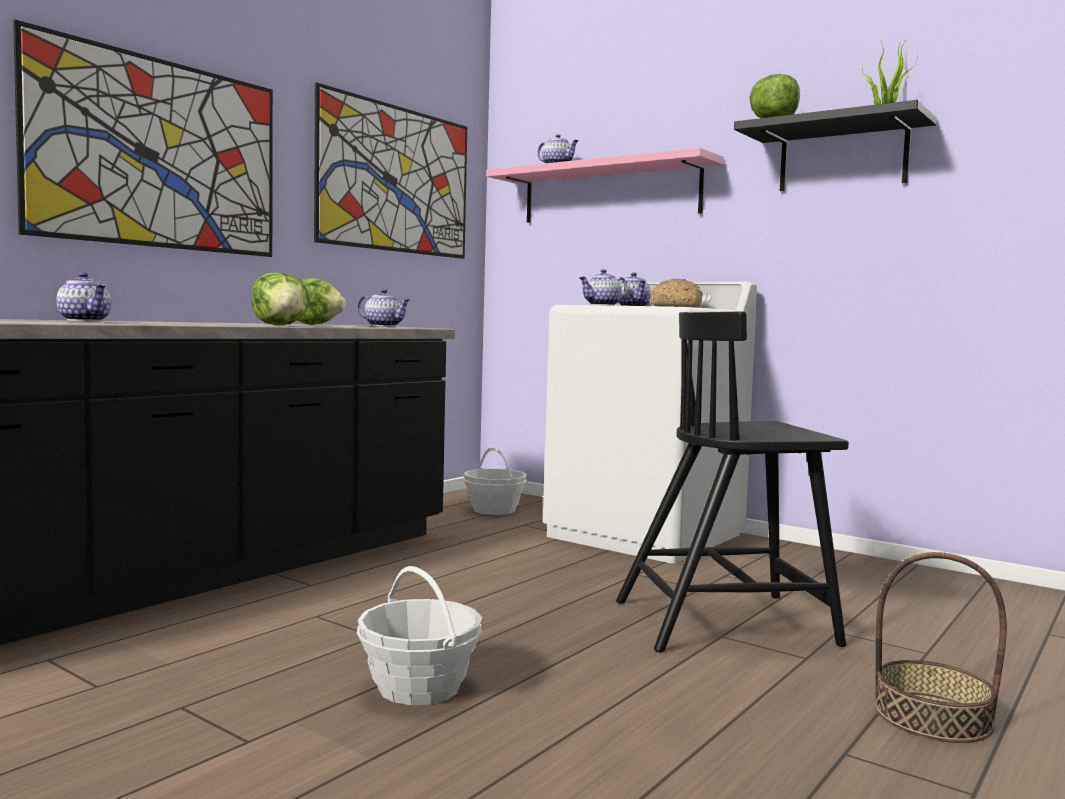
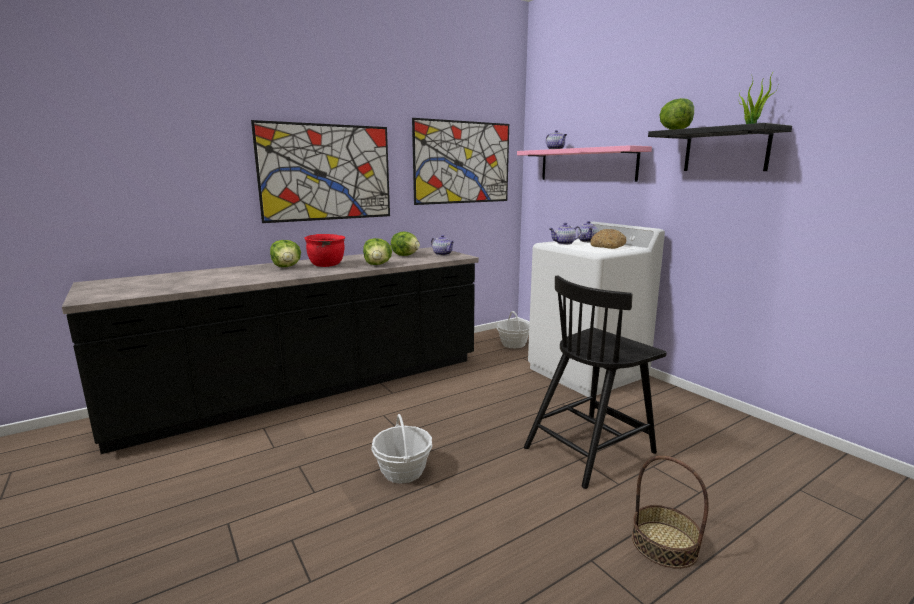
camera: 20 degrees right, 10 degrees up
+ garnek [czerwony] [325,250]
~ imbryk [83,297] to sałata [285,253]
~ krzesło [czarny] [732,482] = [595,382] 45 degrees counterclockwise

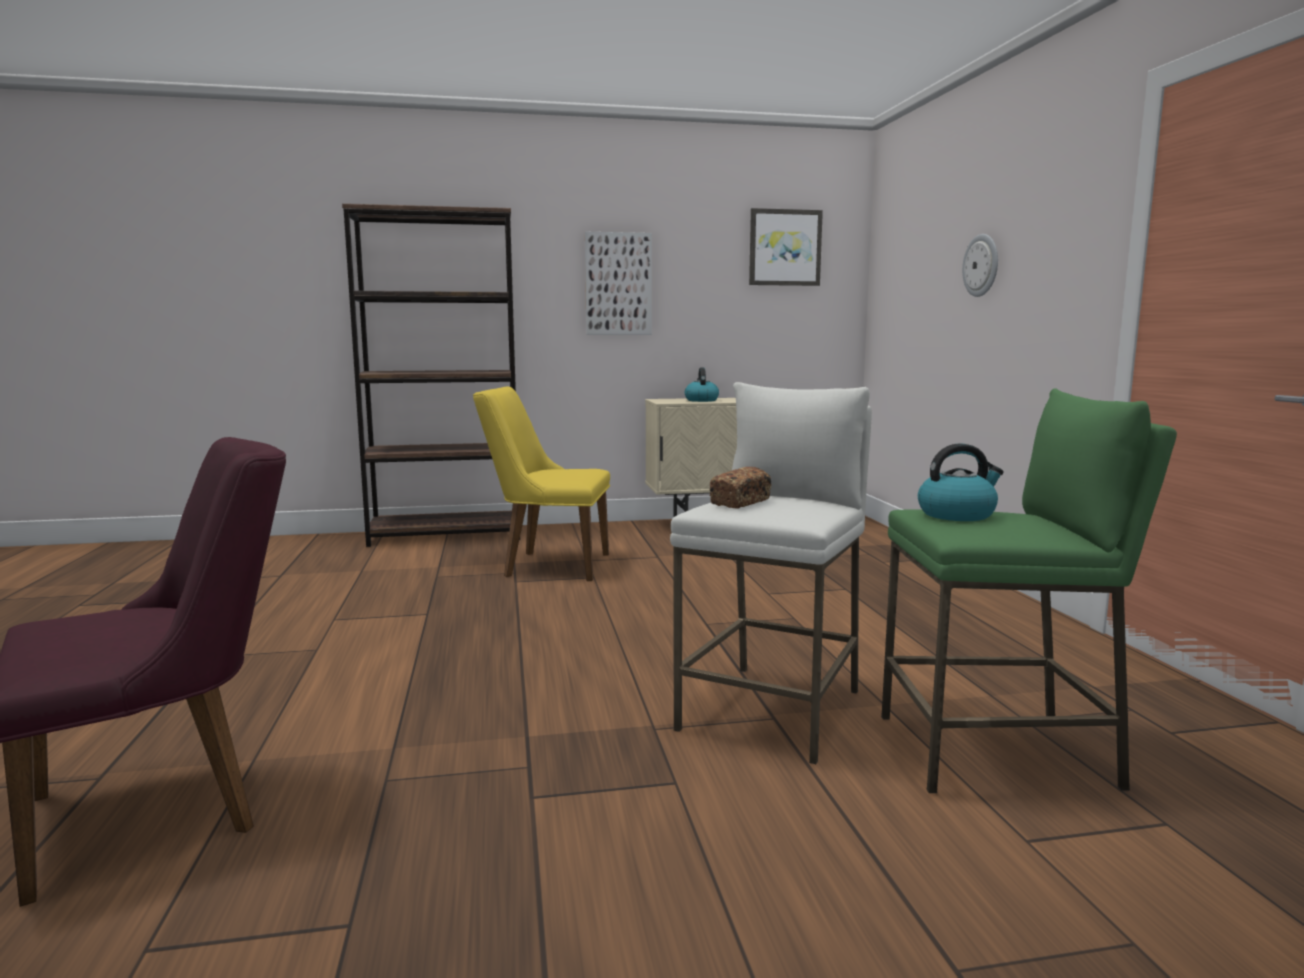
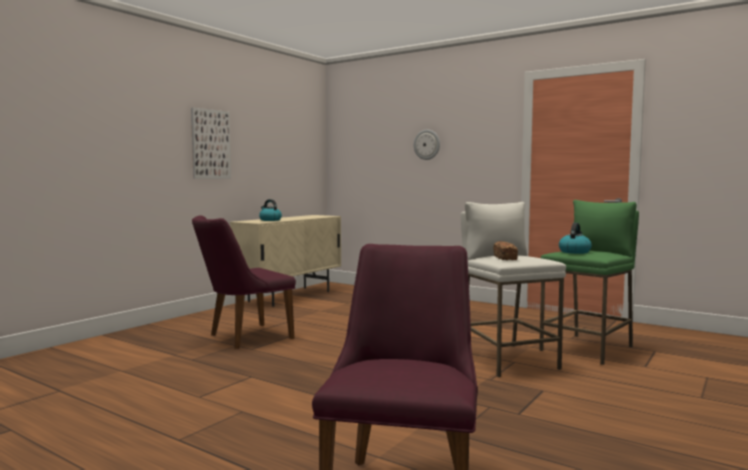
camera: 45 degrees left, 5 degrees down
- regał [brązowy] [431,375]
- obraz [786,247]
~ krzesło [żółty] [541,484] to krzesło [fioletowy] [244,282]

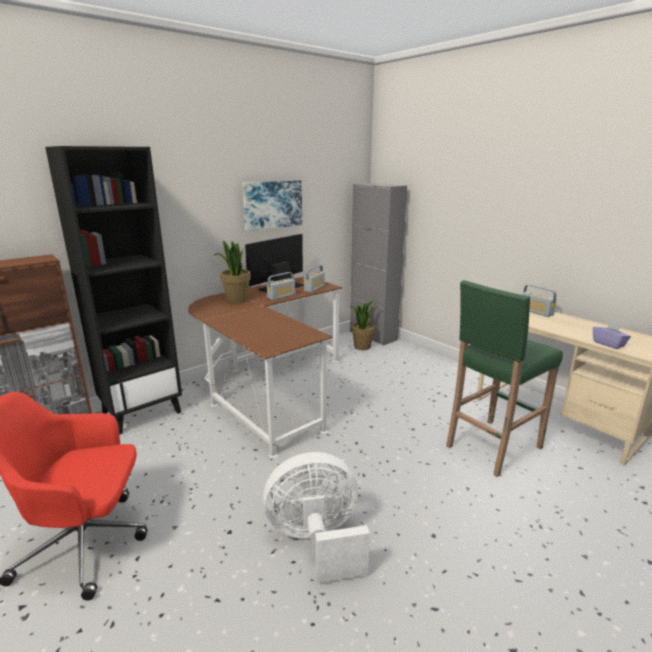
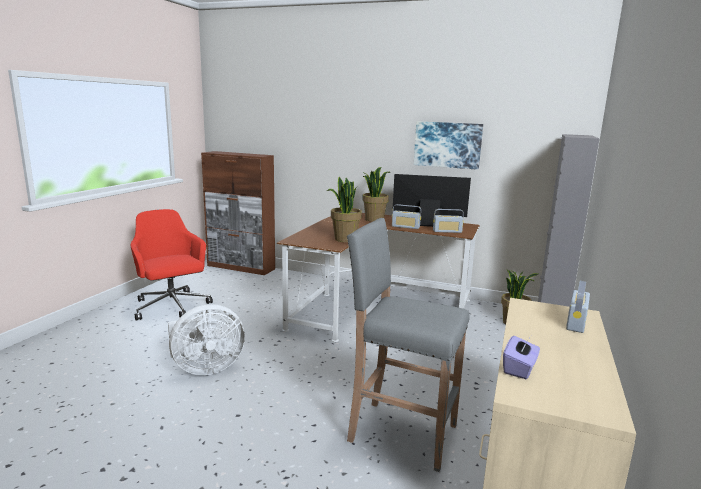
camera: 60 degrees right, 5 degrees down
- regał [czarny] [113,290]
+ roślina doniczkowa [344,209]
~ stołek [zielony] [504,378] to stołek [szary] [408,345]
~ wentylator [biały] [316,517] = [206,339] 105 degrees clockwise

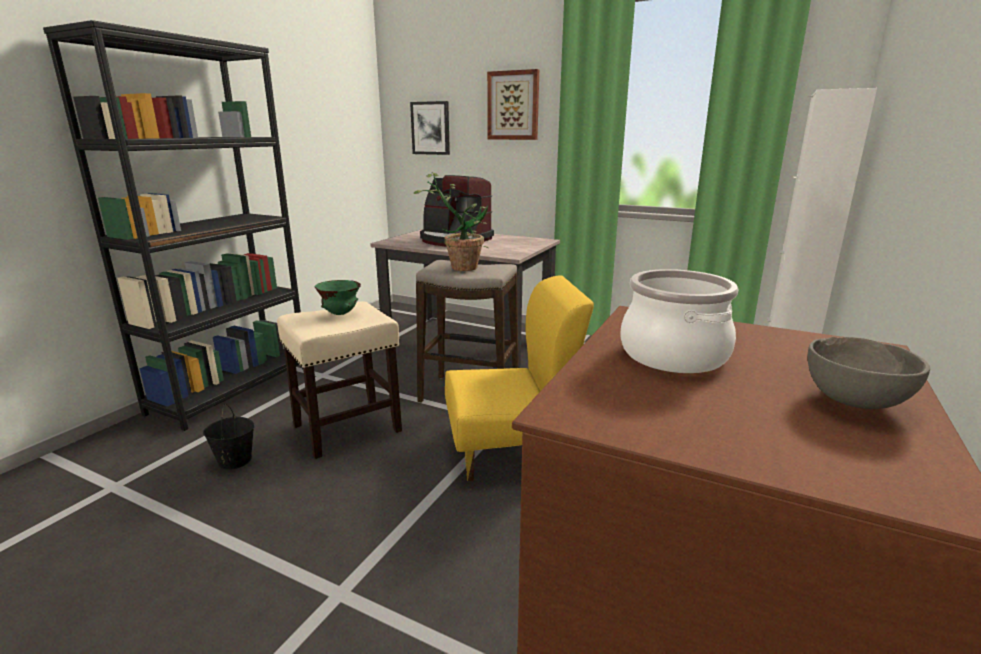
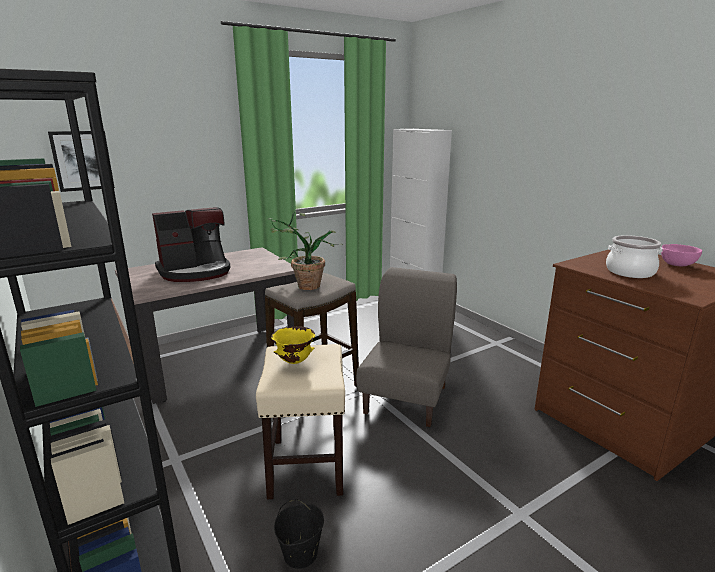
camera: 60 degrees left, 0 degrees up
- obraz [513,104]
~ miska [zielony] [338,297] to miska [żółty] [293,345]
~ krzesło [żółty] [519,378] to krzesło [szary] [406,347]
~ miska [szary] [869,373] to miska [różowy] [681,255]

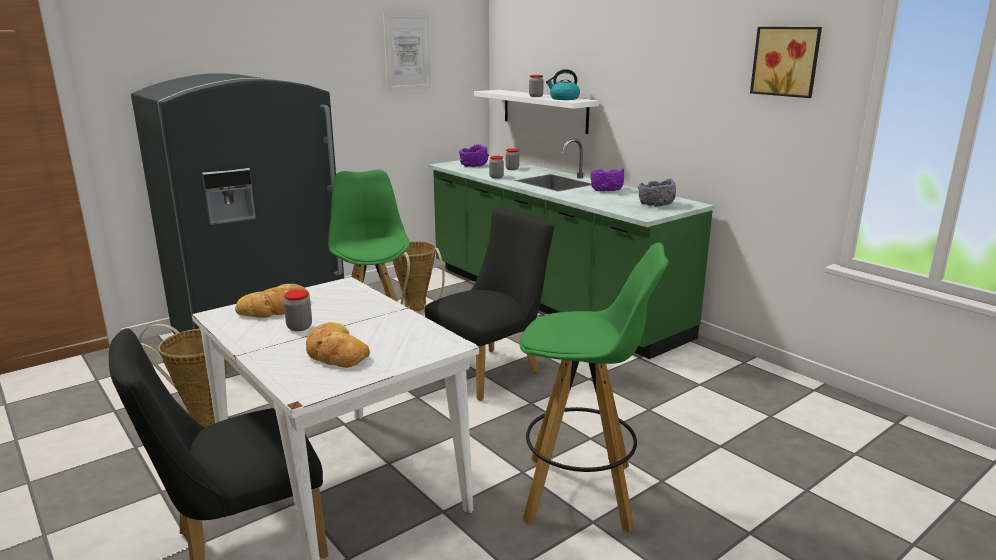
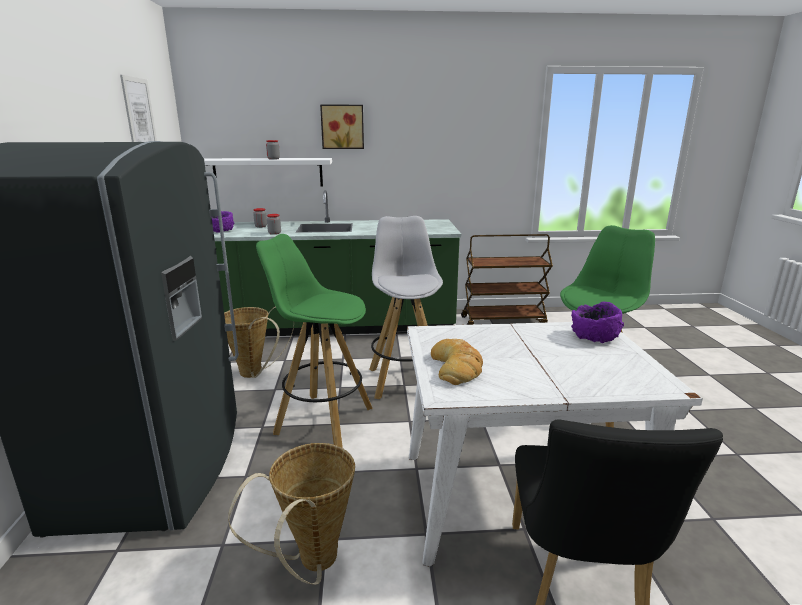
camera: 55 degrees left, 0 degrees up
- słoik [298,310]
- chleb [338,345]
- czajnik [563,84]
- miska [szary] [657,193]
+ wózek [brązowy] [507,279]
~ miska [fioletowy] [607,179] to [597,322]
~ obraz [786,62] to [342,127]
~ krzesło [czarny] [489,304] to stołek [biały] [406,307]

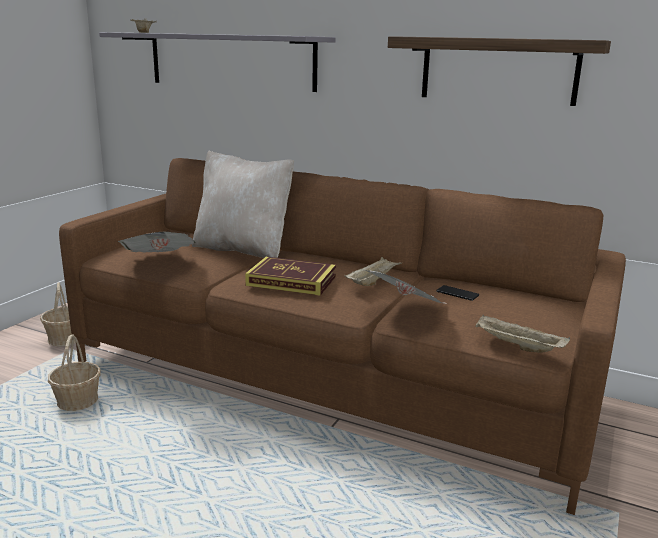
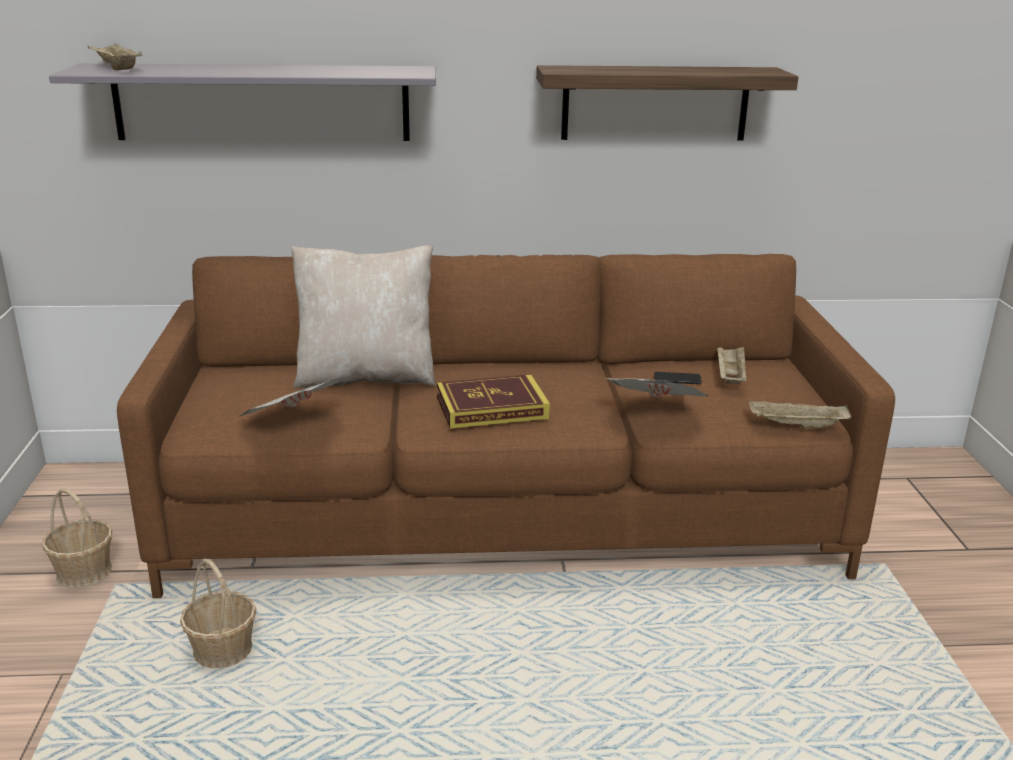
camera: 30 degrees left, 5 degrees up
~ taca [beżowy] [373,271] to [731,365]

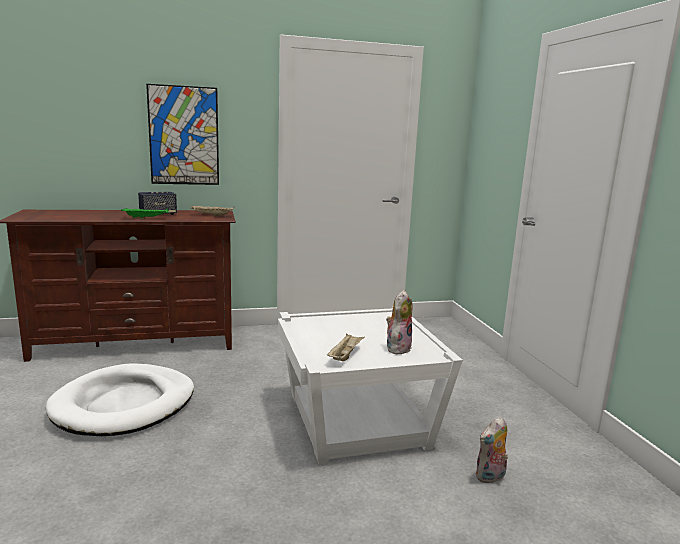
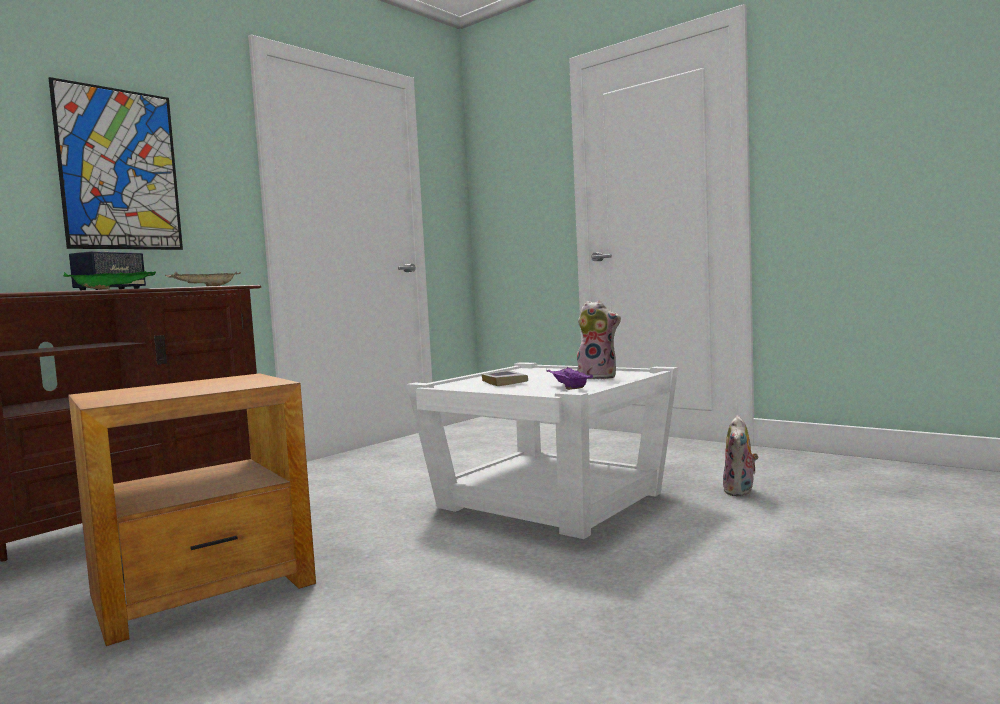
camera: 35 degrees left, 10 degrees down
+ książka [505,378]
~ legowisko [biały] [120,399] to stolik [brązowy] [192,509]
~ taca [beżowy] [345,347] to taca [fioletowy] [569,378]
~ pluszak [399,322] = [599,340] 120 degrees clockwise

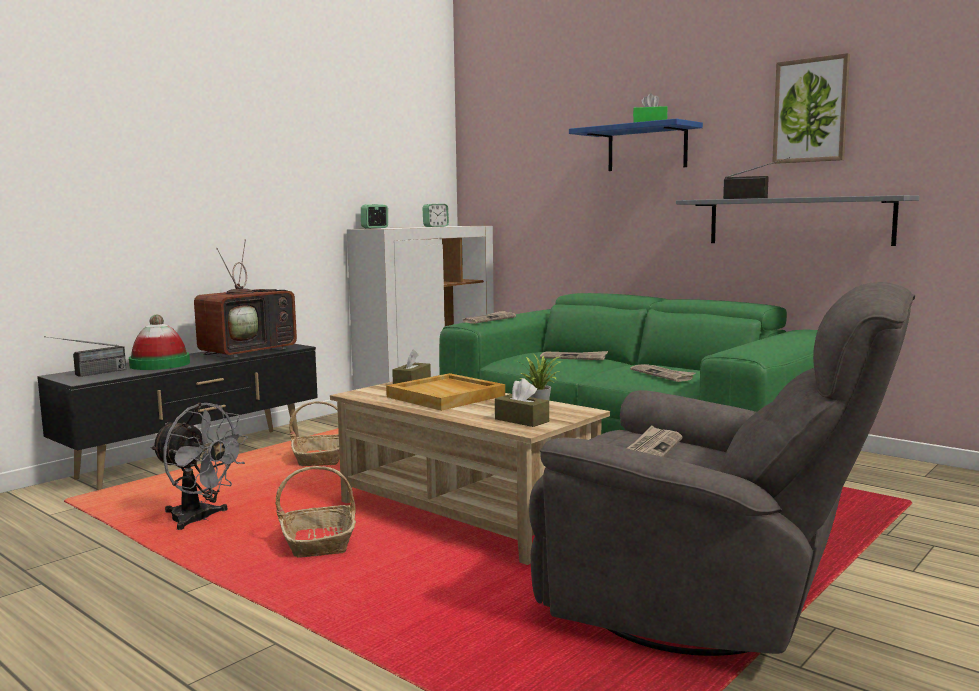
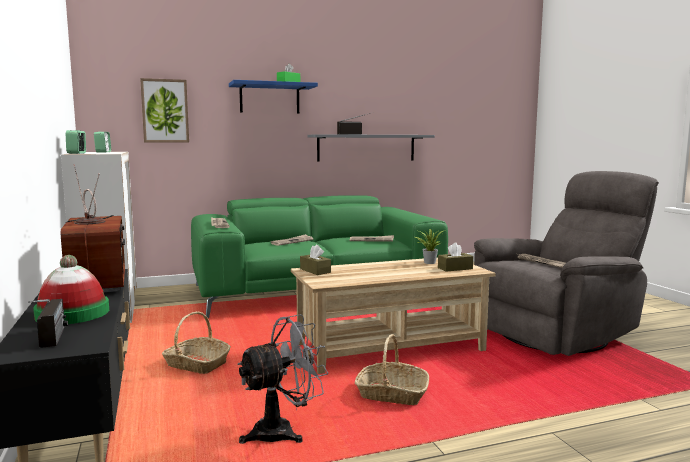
camera: 60 degrees left, 0 degrees up
- taca [beżowy] [445,392]
~ obraz [811,108] to [164,110]

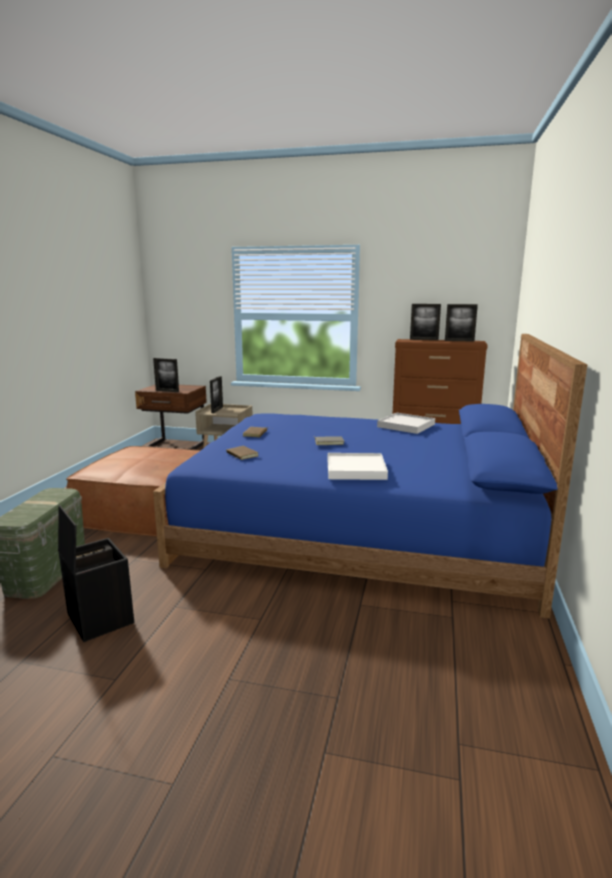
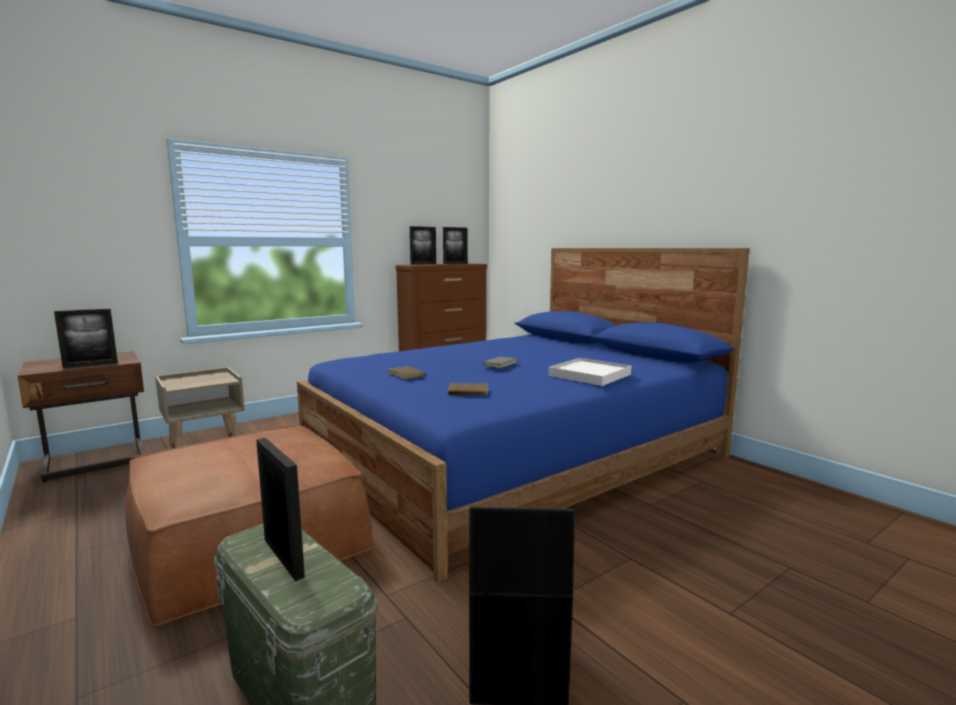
camera: 50 degrees left, 5 degrees down
- taca [biały] [406,423]
~ ramka na zdjęcie [216,394] to [280,509]

